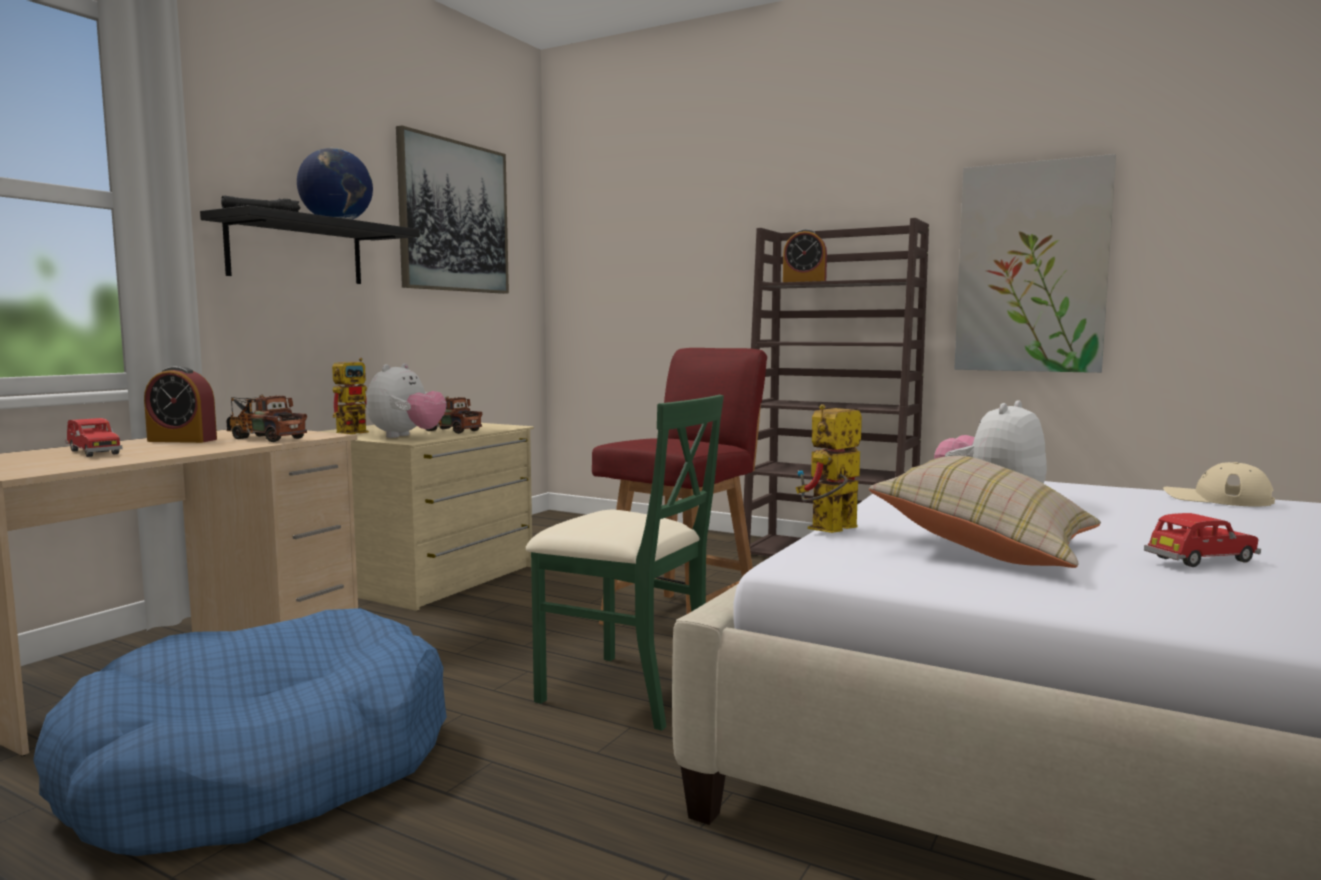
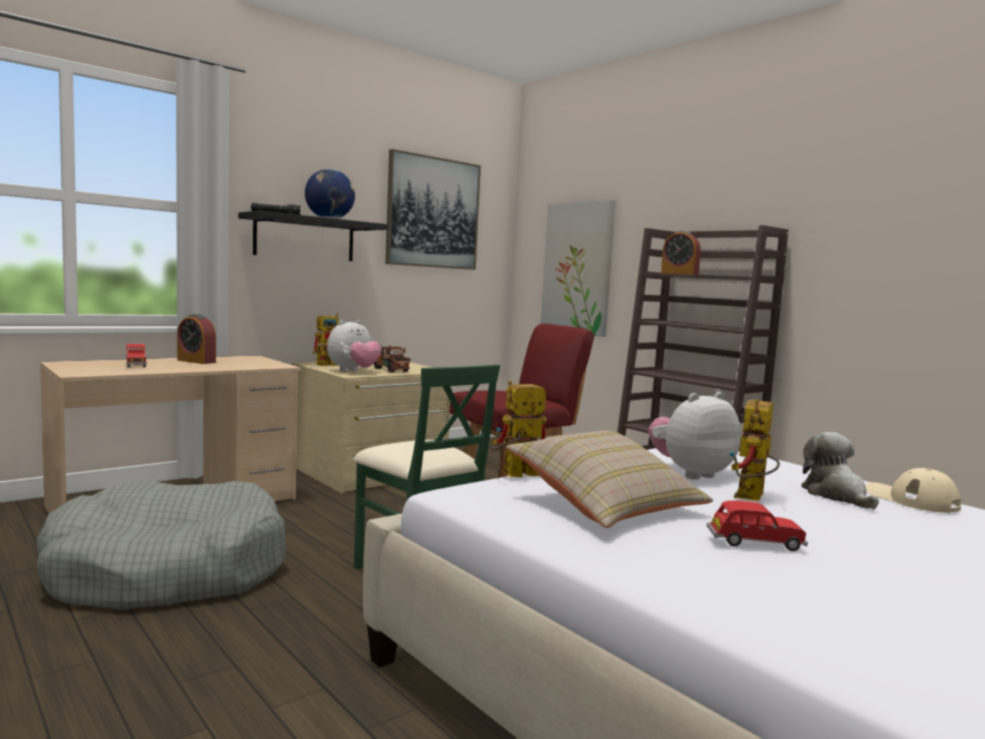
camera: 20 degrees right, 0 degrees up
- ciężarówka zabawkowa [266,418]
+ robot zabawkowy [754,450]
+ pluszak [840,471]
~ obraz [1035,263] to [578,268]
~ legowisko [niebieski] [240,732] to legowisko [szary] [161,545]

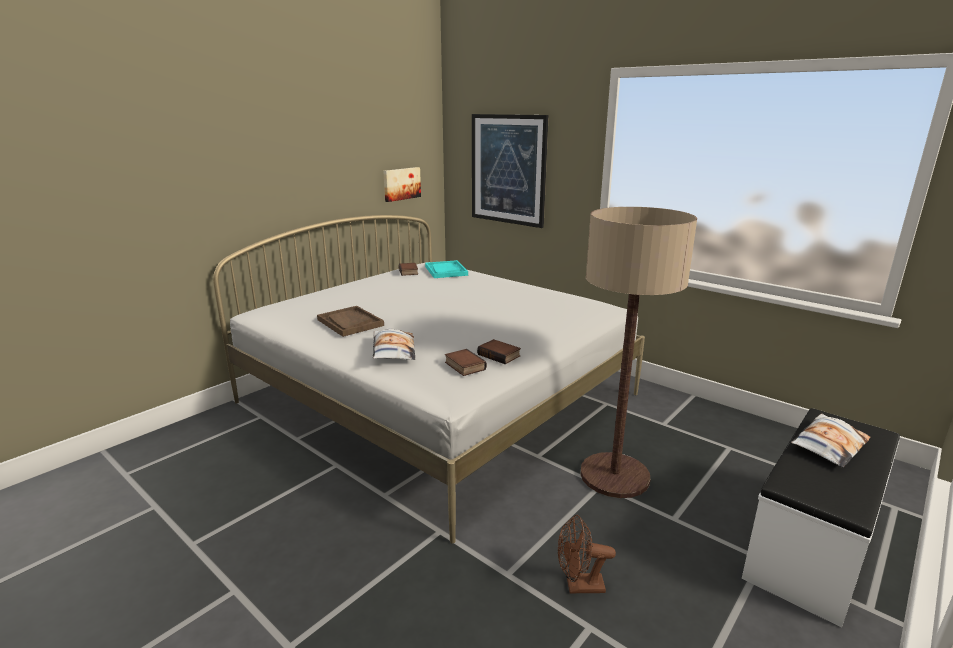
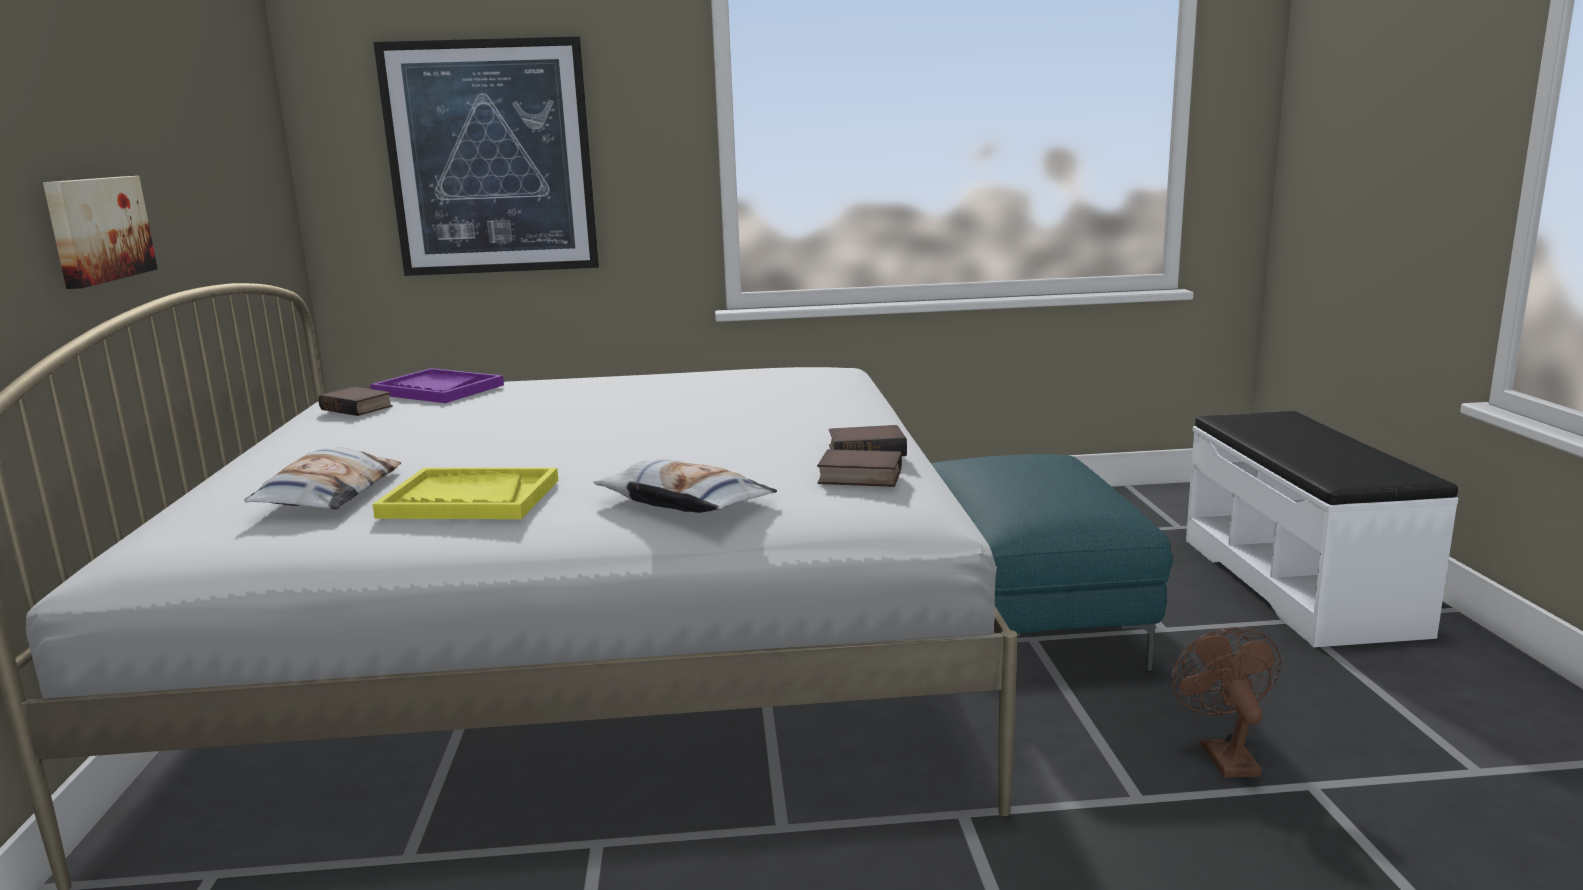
camera: 45 degrees left, 5 degrees down
~ obraz [402,184] to [100,232]
~ poduszka [830,441] to [322,478]
~ lampa stojąca [638,352] to pufa [turkusowy] [1052,563]
~ taca [brązowy] [350,321] to taca [żółty] [465,493]
~ taca [turkusowy] [446,269] to taca [fioletowy] [437,385]
~ wentylator [brązowy] [587,554] = [1226,702] 135 degrees clockwise

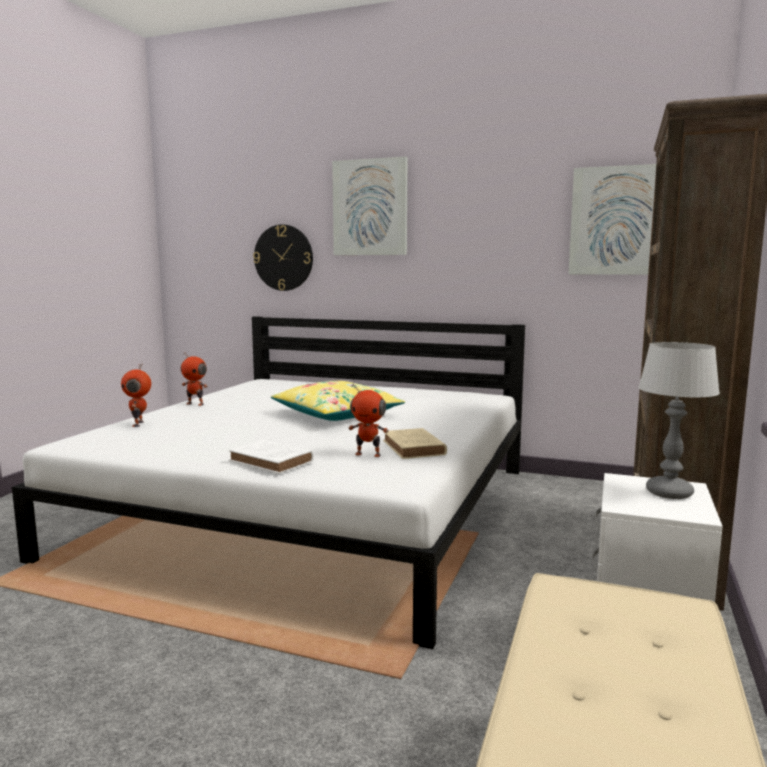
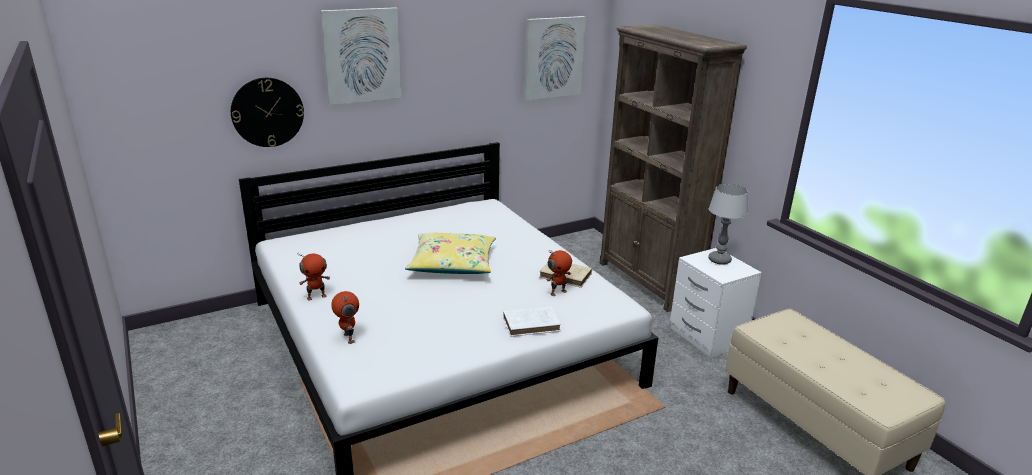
camera: 50 degrees left, 15 degrees up
~ robot zabawkowy [136,395] = [345,317] 150 degrees counterclockwise

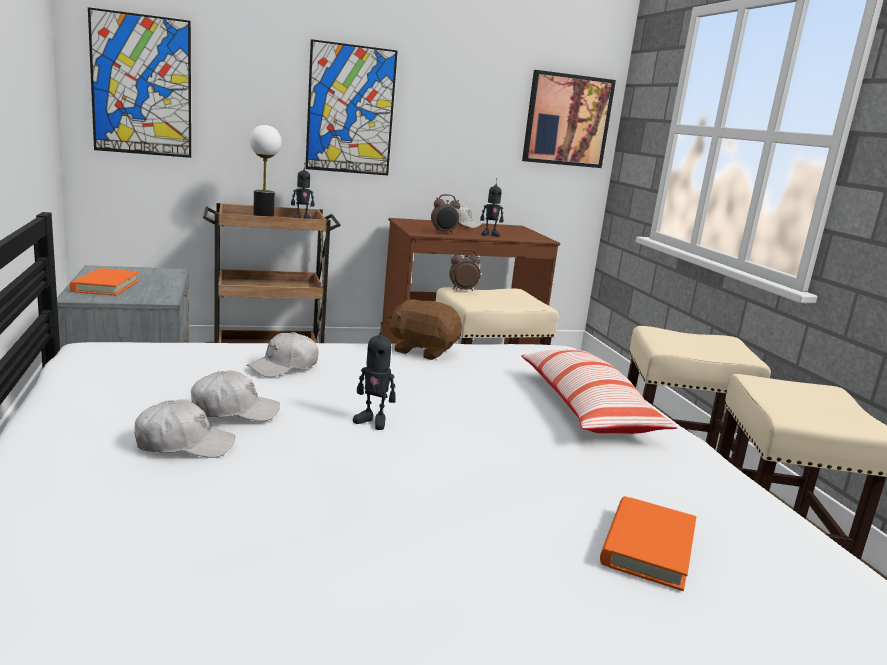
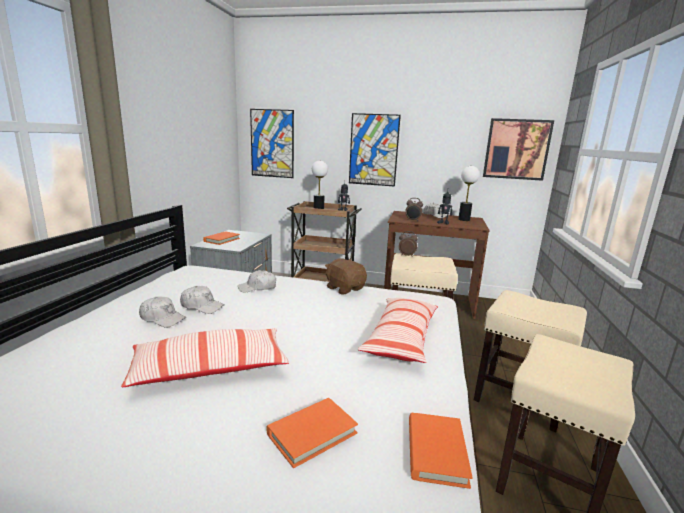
camera: 30 degrees right, 0 degrees up
- robot zabawkowy [374,376]
+ poduszka [205,357]
+ książka [pomarańczowy] [441,451]
+ lampa stołowa [469,193]

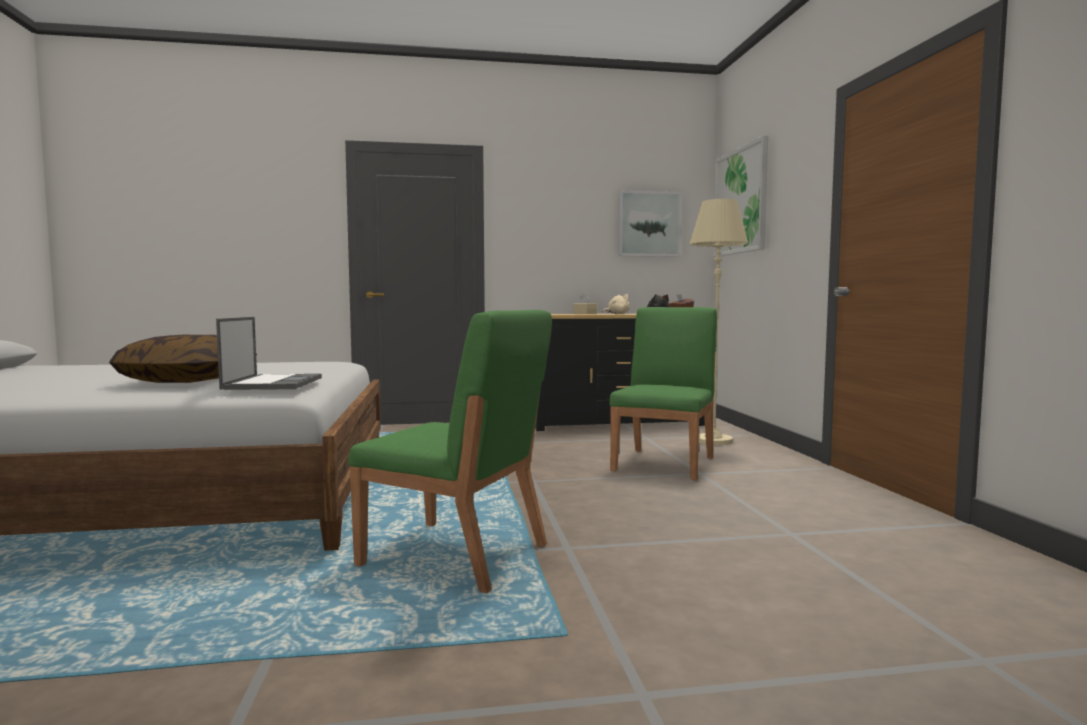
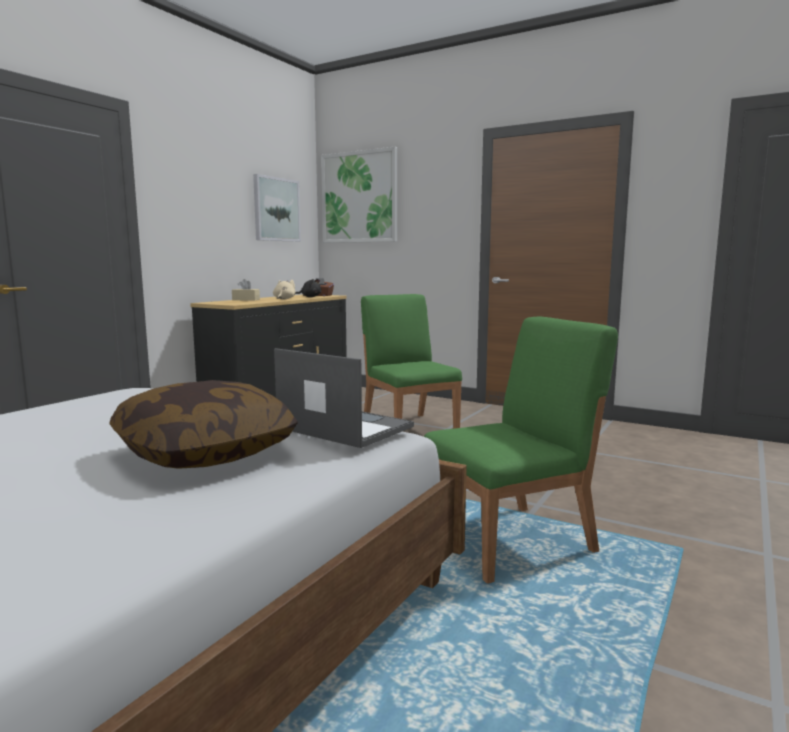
camera: 50 degrees left, 5 degrees up
- lampa stojąca [beżowy] [718,322]

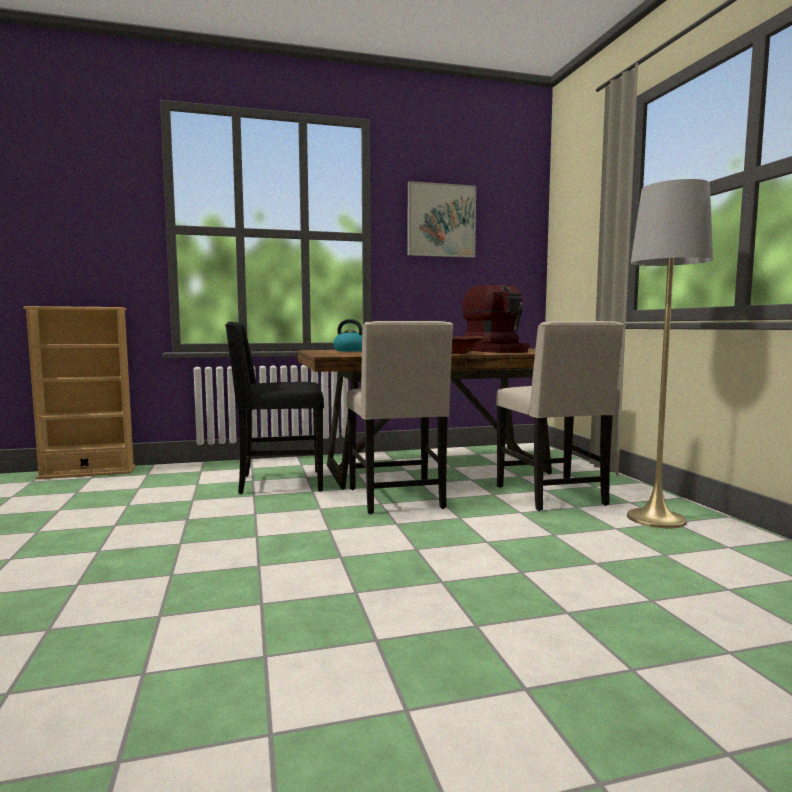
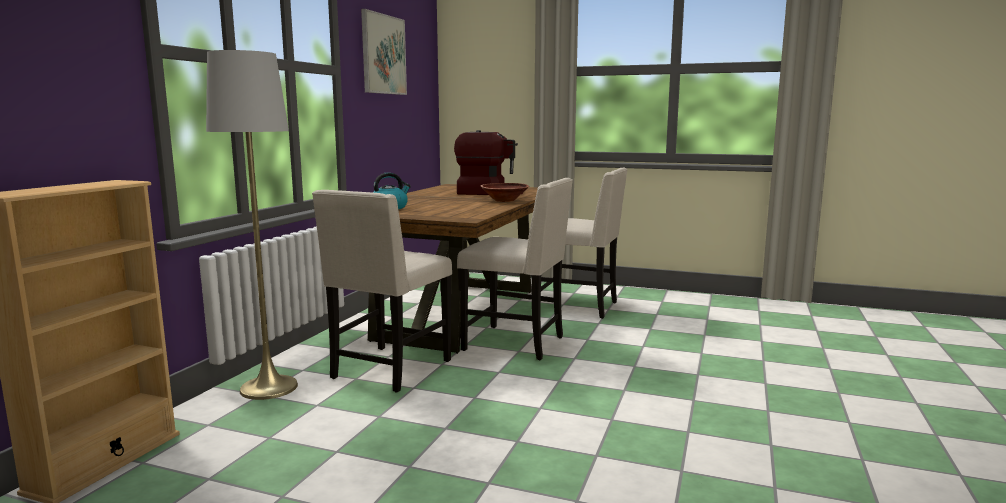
camera: 55 degrees left, 5 degrees up
~ lampa stojąca [szary] [670,353] to [252,225]
~ krzesło [czarny] [274,408] to krzesło [beżowy] [382,291]

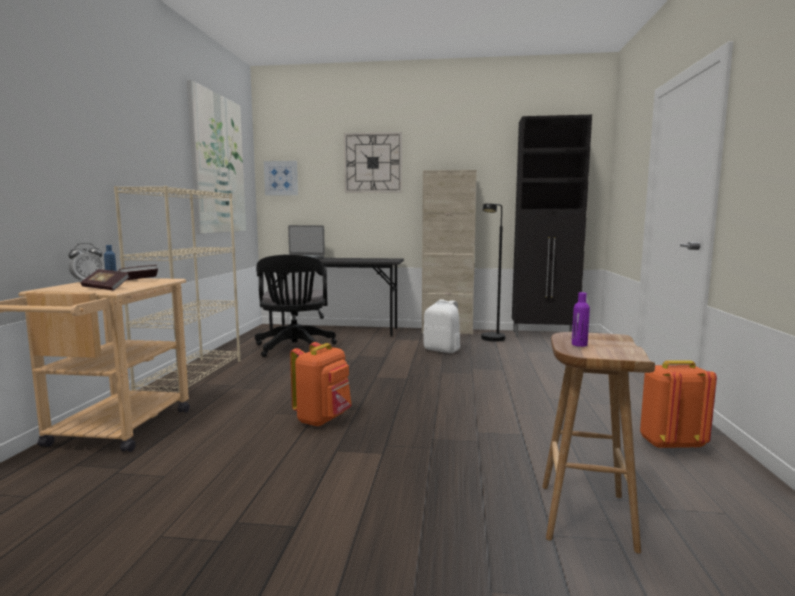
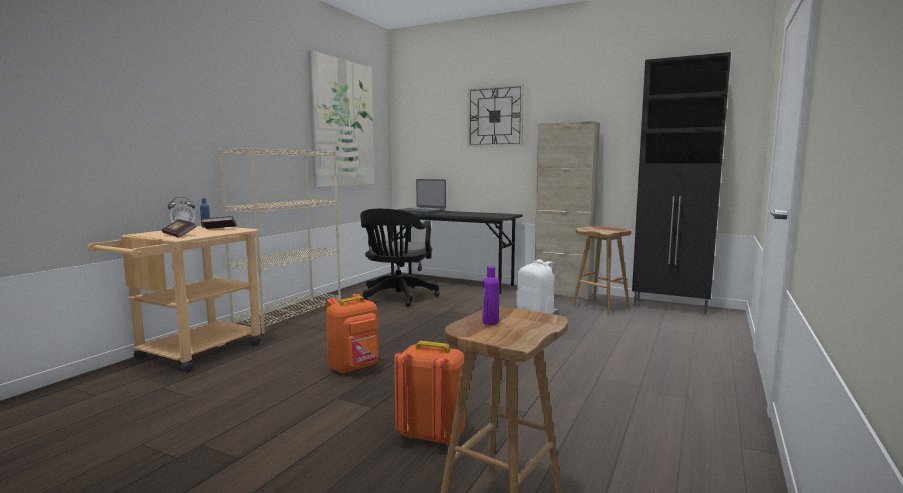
camera: 20 degrees right, 0 degrees up
- obraz [281,178]
~ plecak [pomarańczowy] [678,404] to [430,393]
~ lampa stojąca [czarny] [493,272] to stołek [brązowy] [602,270]

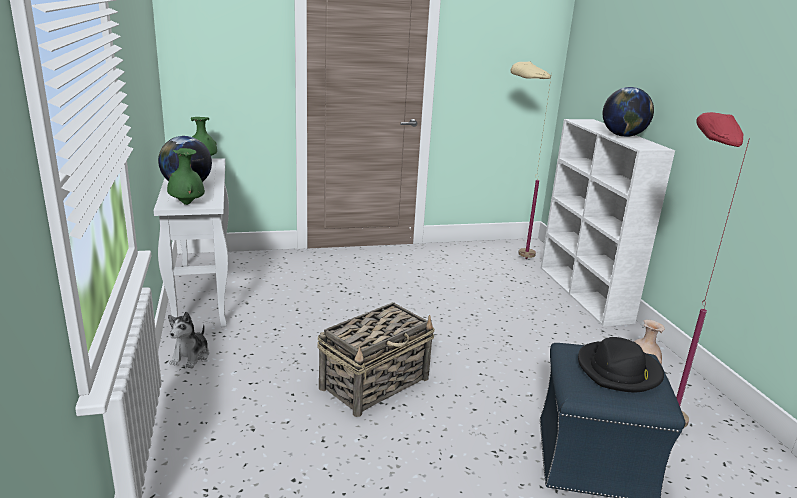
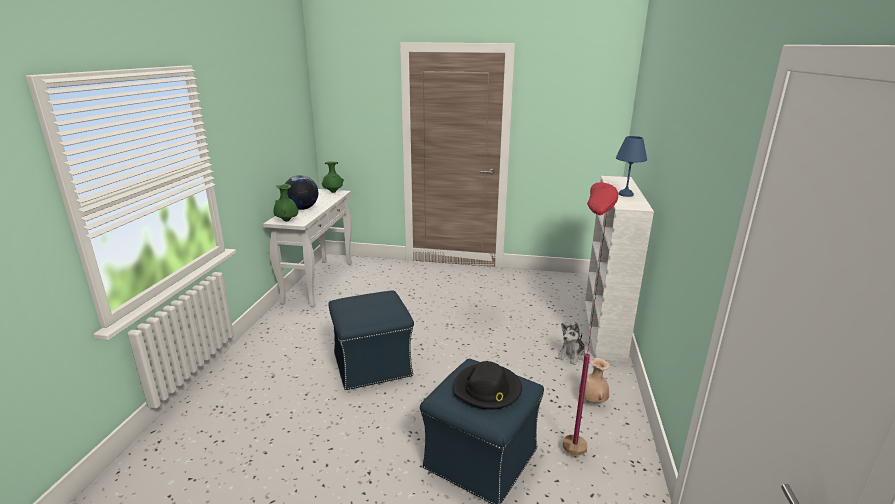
camera: 25 degrees right, 0 degrees up
- lampa stojąca [beżowy] [531,160]
~ pluszak [188,340] to [571,344]
~ koszyk [376,359] to pufa [niebieski] [371,340]
~ globus [628,112] to lampa stołowa [niebieski] [631,166]

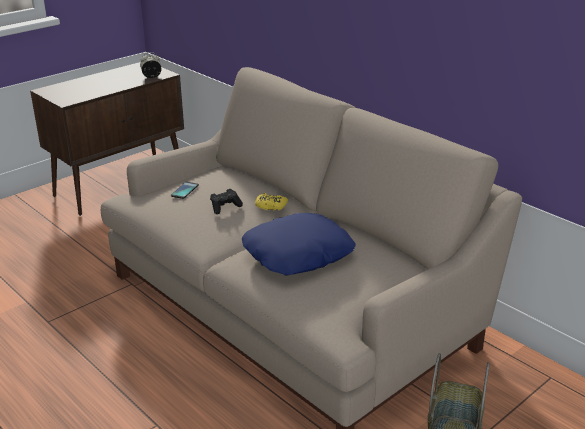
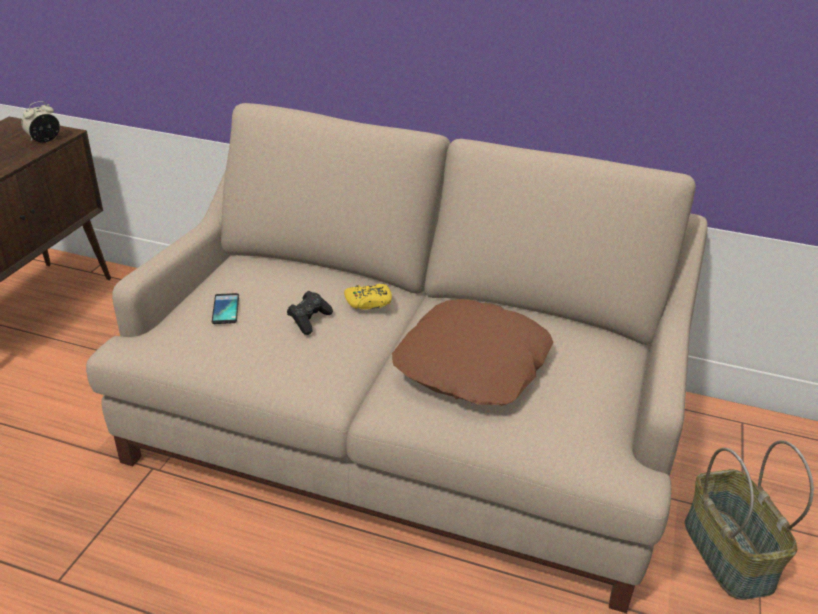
camera: 30 degrees left, 5 degrees up
~ poduszka [niebieski] [299,244] to poduszka [brązowy] [472,352]

